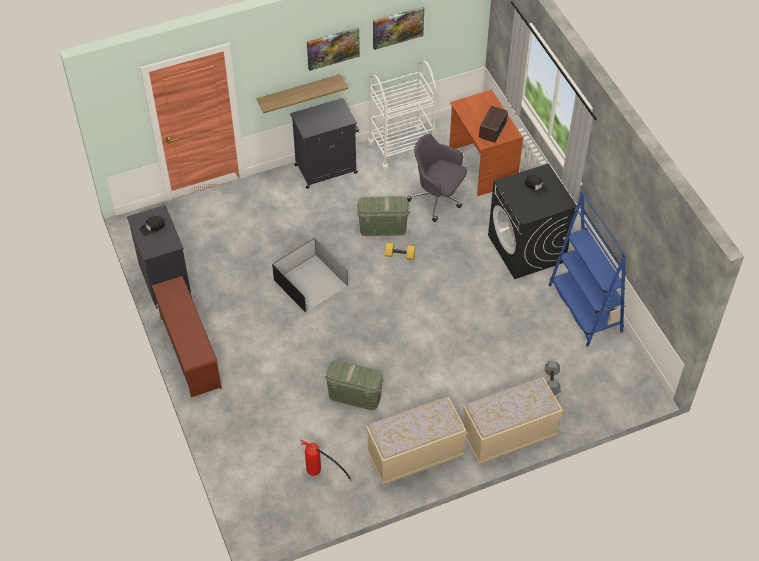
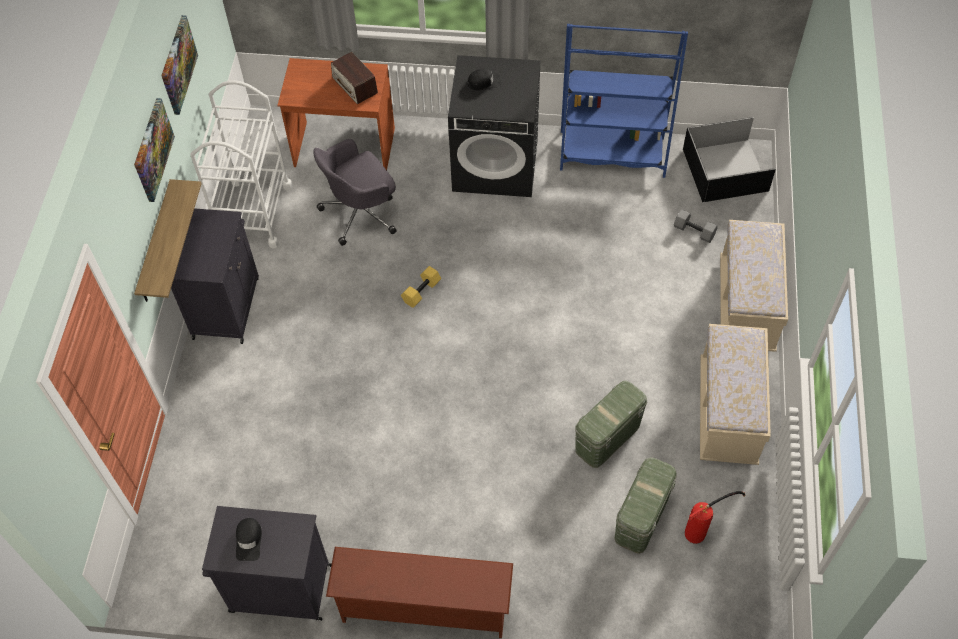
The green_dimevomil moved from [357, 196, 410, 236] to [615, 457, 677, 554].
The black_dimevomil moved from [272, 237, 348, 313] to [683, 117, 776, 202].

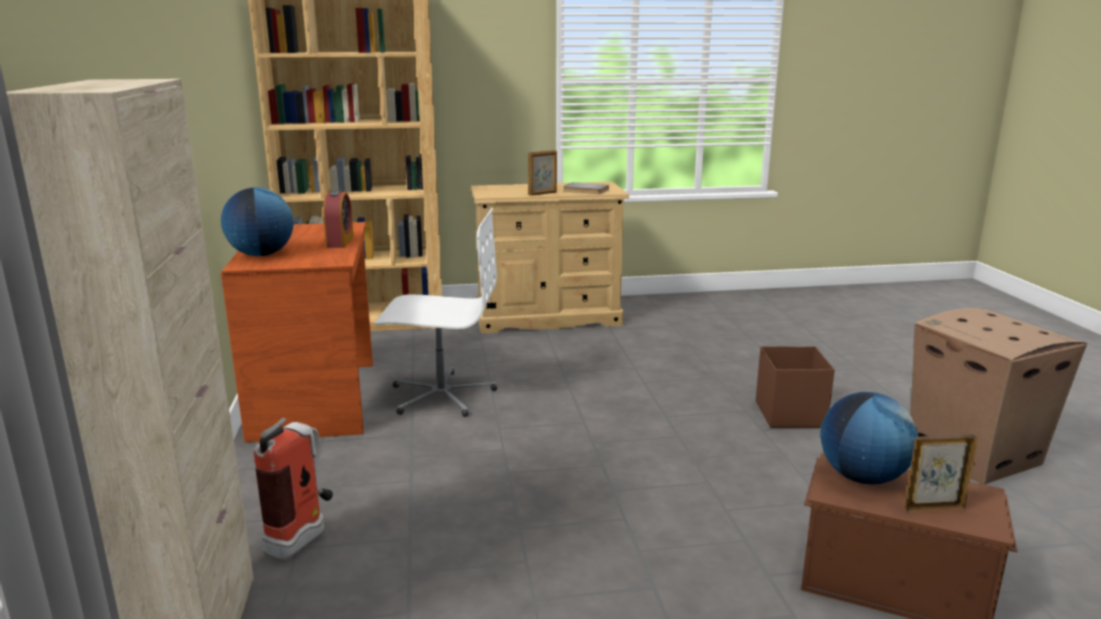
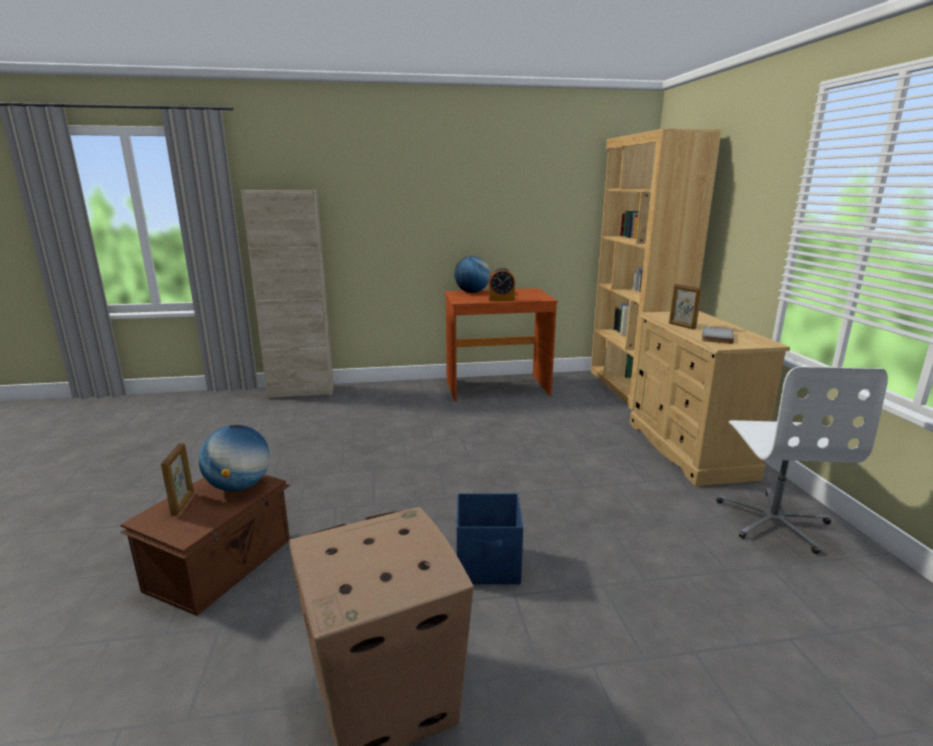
The brown_dimevomil at [756, 346, 835, 428] became the blue_dimevomil at [457, 493, 523, 584].
The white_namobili moved from [375, 208, 497, 417] to [716, 367, 888, 554].
The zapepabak at [253, 418, 333, 560] disappeared.

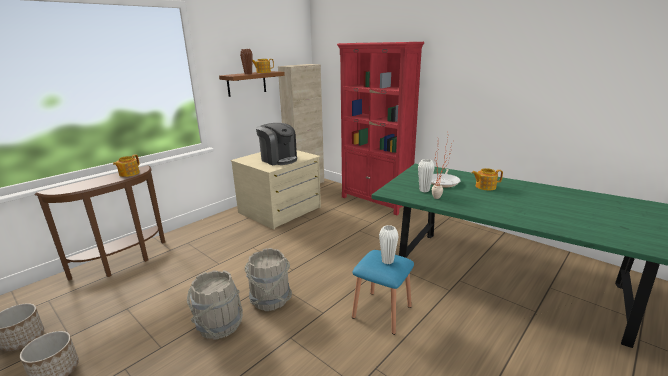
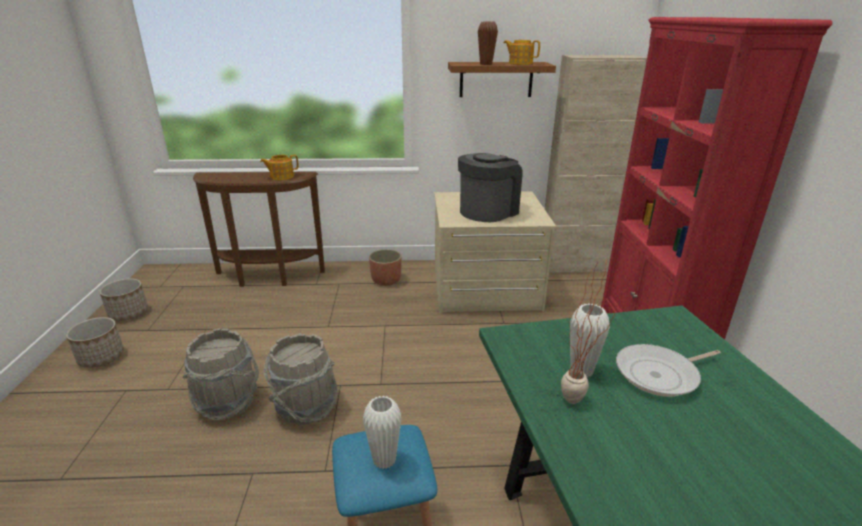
The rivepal at [369, 249, 402, 286] appeared.
The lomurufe at [256, 123, 297, 165] turned 135 degrees counterclockwise.
The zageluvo at [472, 168, 503, 191] disappeared.

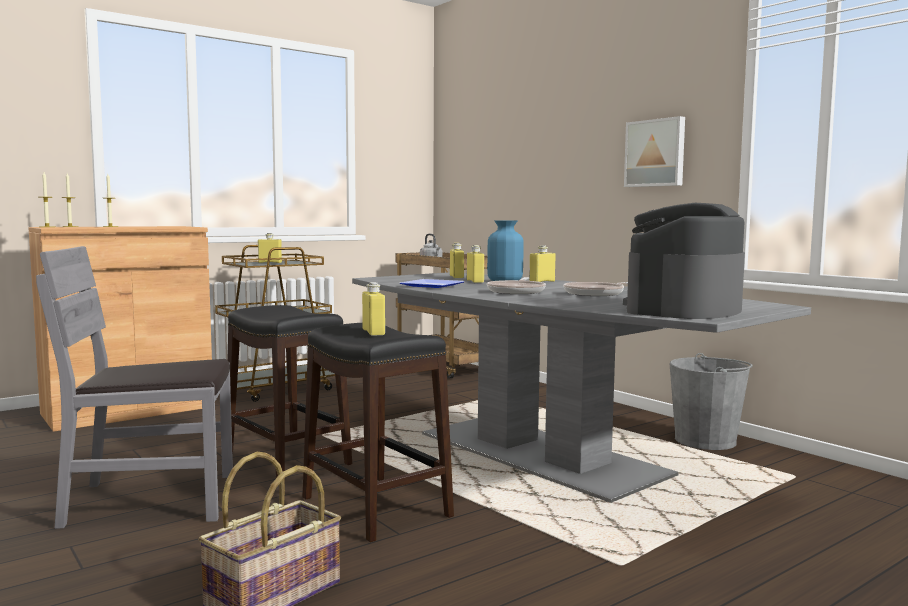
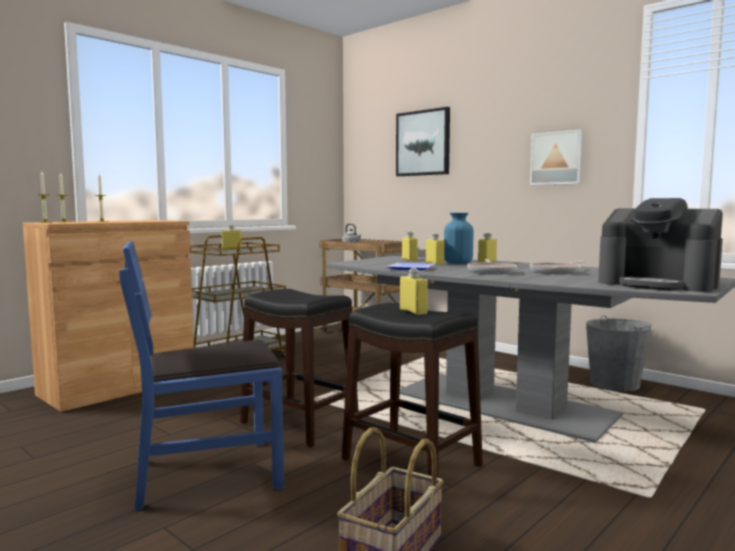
The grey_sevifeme at [36, 246, 233, 529] became the blue_sevifeme at [119, 241, 284, 510].
The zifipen at [396, 107, 450, 176] appeared.
The lomurufe at [623, 203, 745, 319] turned 75 degrees counterclockwise.

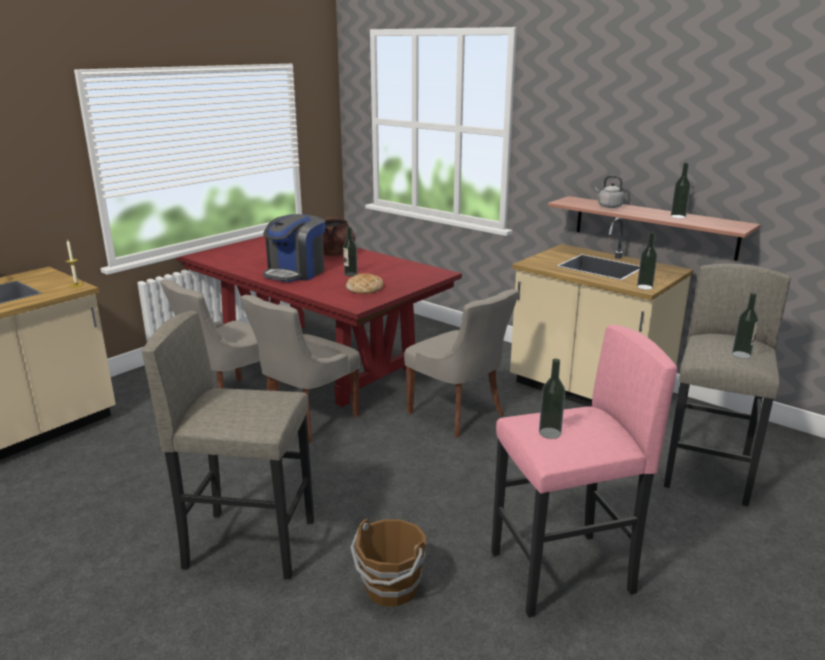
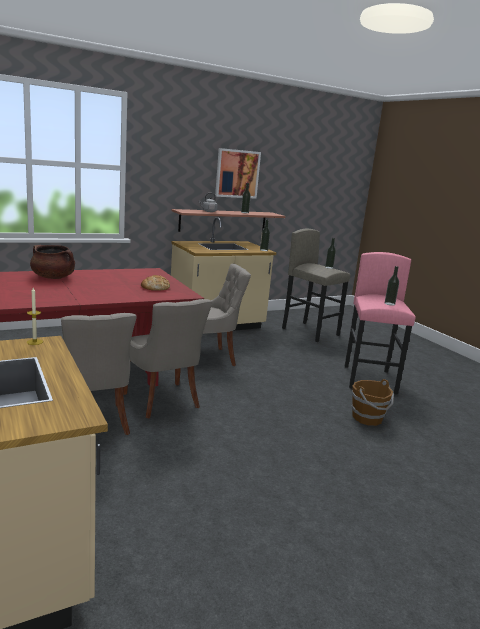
The zifipen at [215, 148, 261, 199] appeared.
The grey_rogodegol at [142, 311, 314, 579] disappeared.
The lomurufe at [263, 214, 325, 282] disappeared.
The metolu at [343, 227, 358, 276] disappeared.

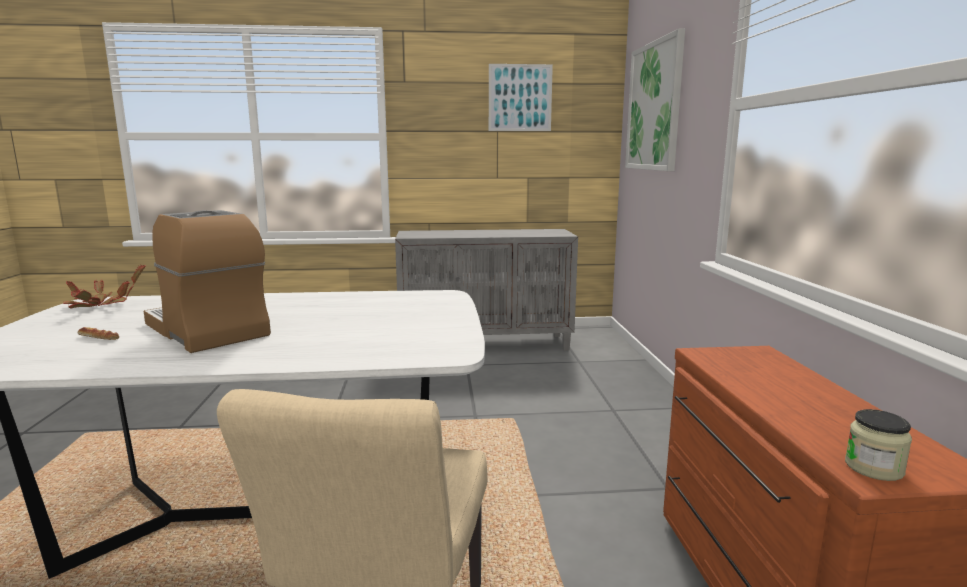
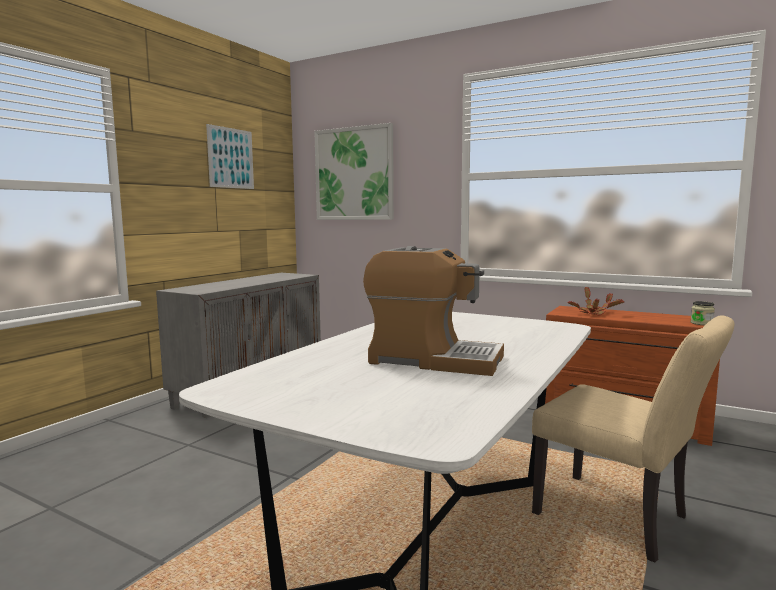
The lomurufe at [144, 210, 271, 353] turned 150 degrees counterclockwise.
The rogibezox moved from [63, 265, 146, 309] to [567, 286, 624, 316].
The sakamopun at [78, 327, 119, 340] disappeared.

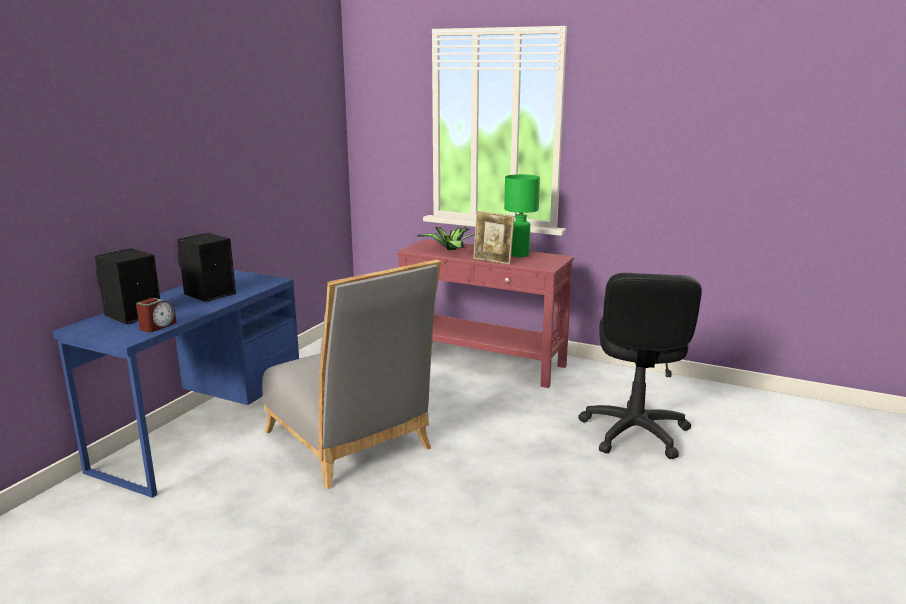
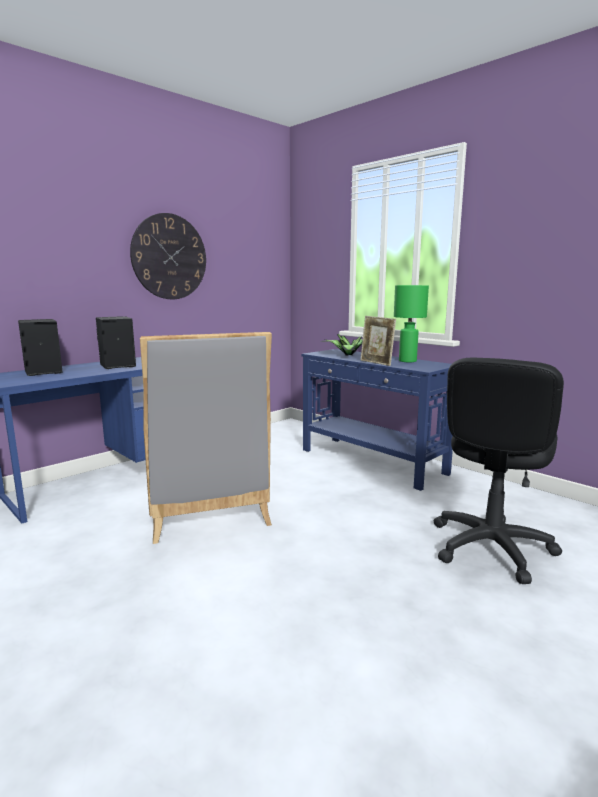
The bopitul at [130, 213, 206, 299] appeared.
The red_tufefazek at [397, 239, 574, 388] became the blue_tufefazek at [302, 349, 453, 491].
The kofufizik at [136, 298, 176, 332] disappeared.

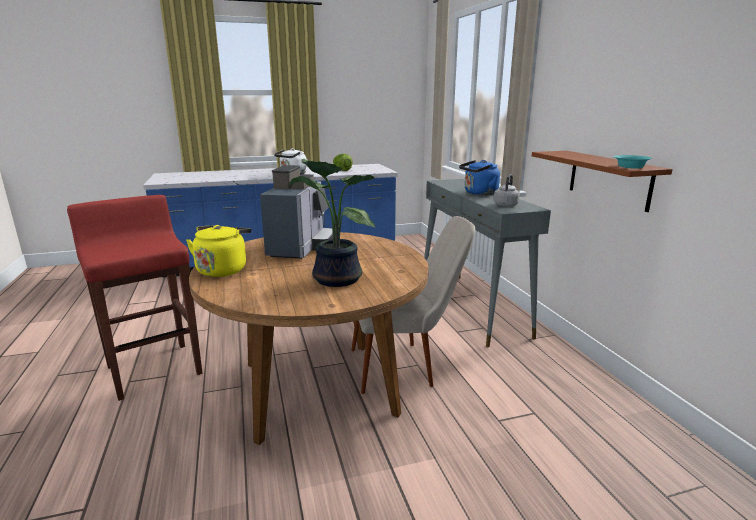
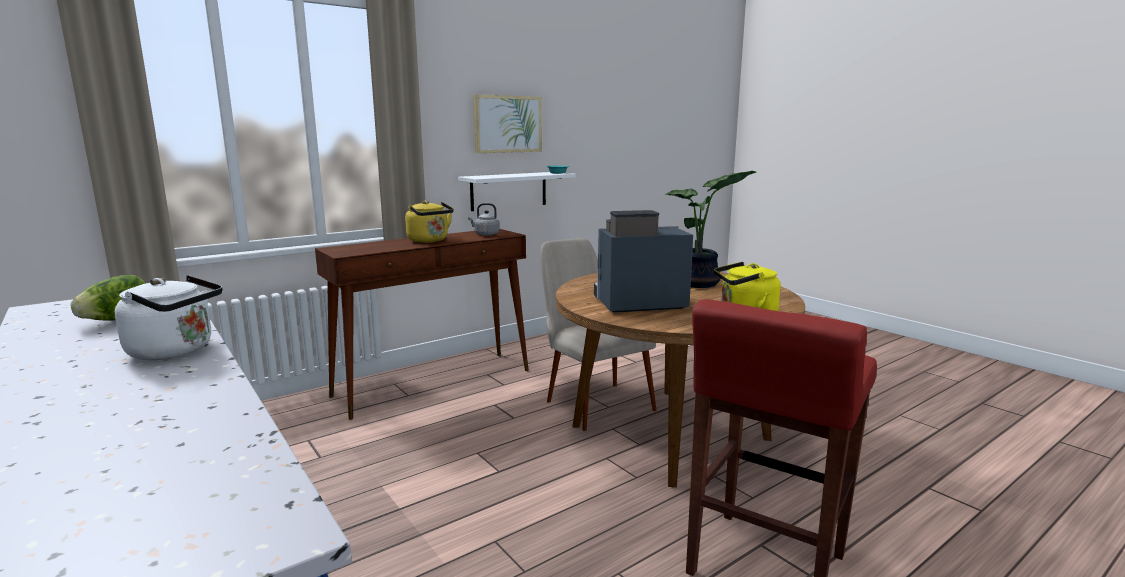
The grey_tufefazek at [424, 179, 551, 347] became the brown_tufefazek at [315, 229, 529, 420].
The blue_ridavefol at [459, 160, 500, 195] became the yellow_ridavefol at [405, 201, 454, 243].
The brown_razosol at [532, 151, 673, 212] became the white_razosol at [458, 172, 576, 211].
The zifipen at [473, 94, 542, 153] appeared.

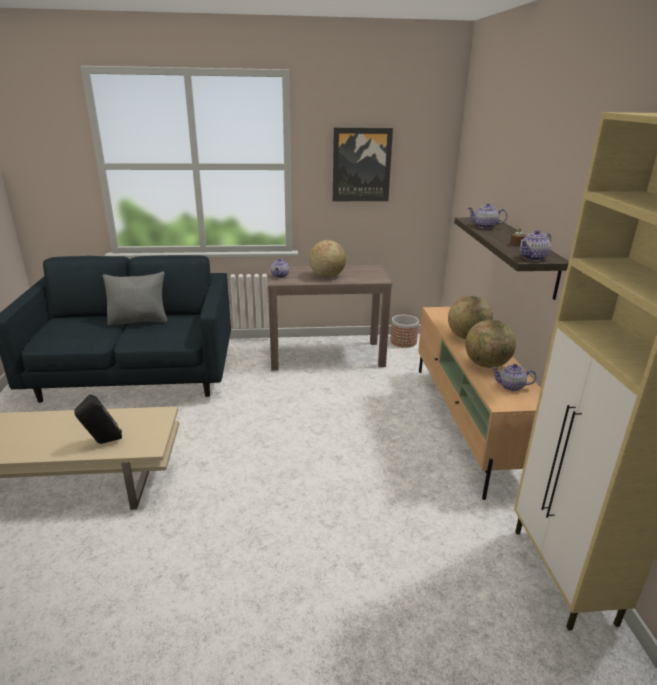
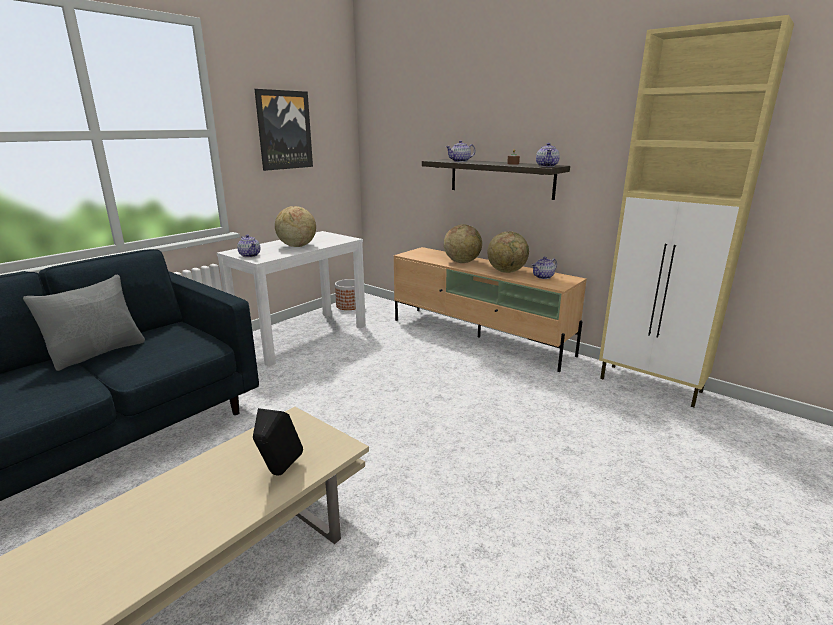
The brown_tufefazek at [268, 265, 392, 371] became the white_tufefazek at [217, 231, 366, 367].

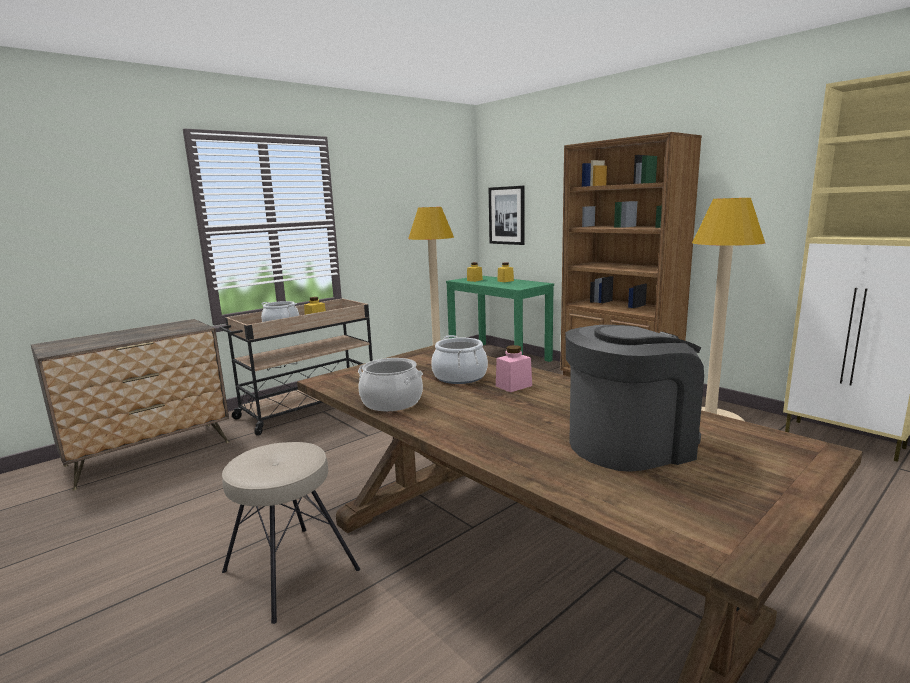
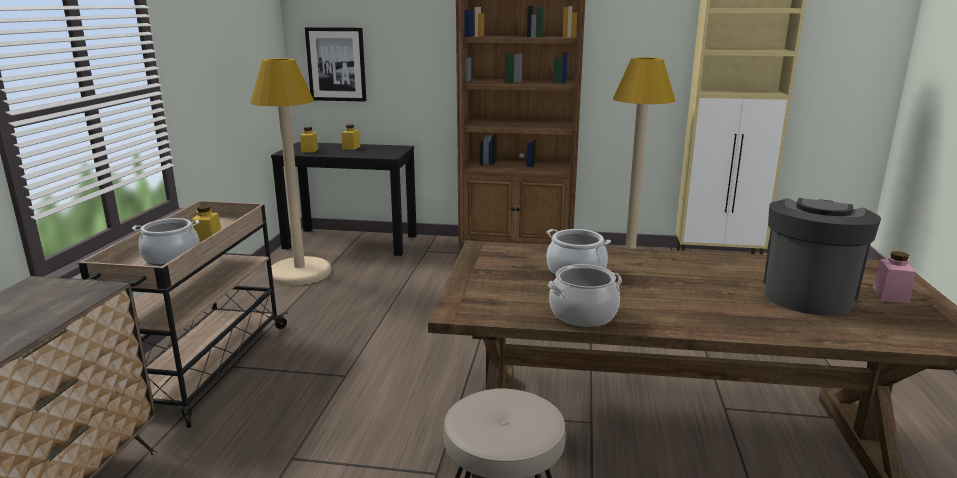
The green_tufefazek at [446, 276, 554, 362] became the black_tufefazek at [271, 142, 417, 256].
The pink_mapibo moved from [496, 345, 532, 392] to [873, 251, 915, 303].

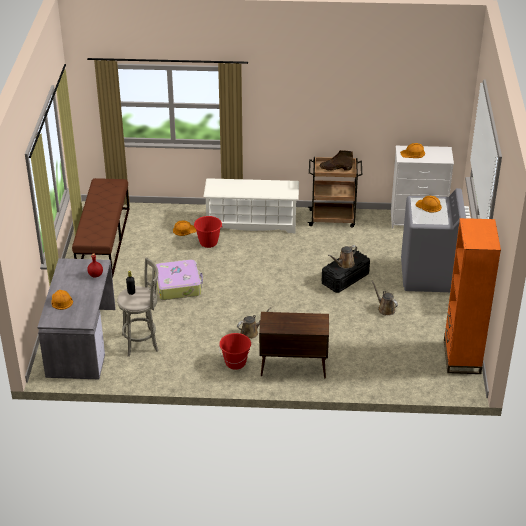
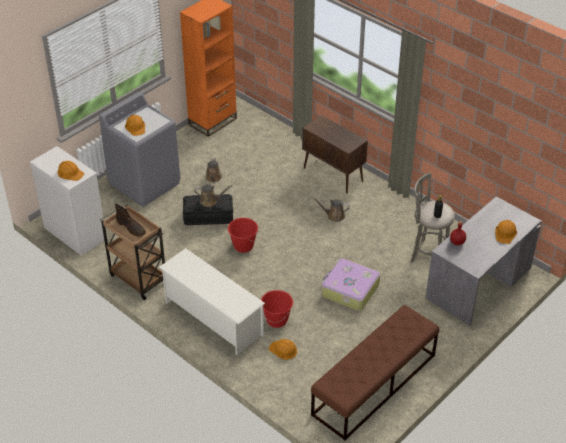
The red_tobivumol moved from [219, 333, 251, 370] to [228, 218, 258, 253].

